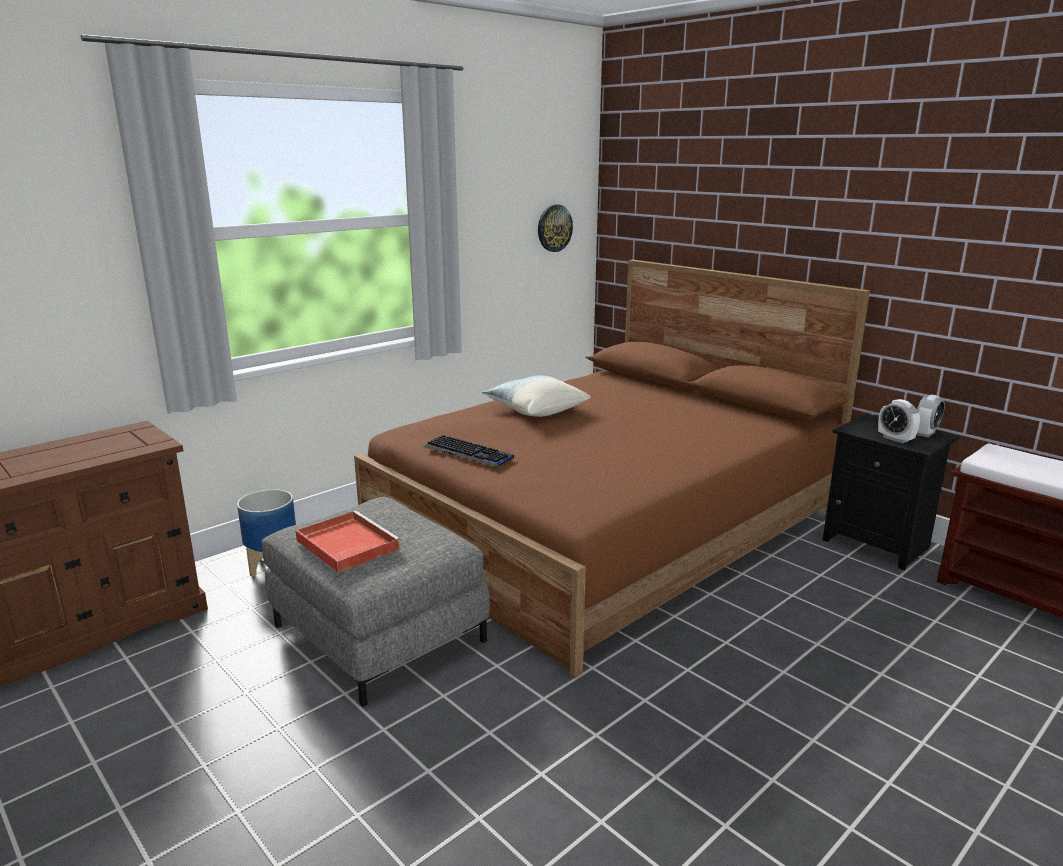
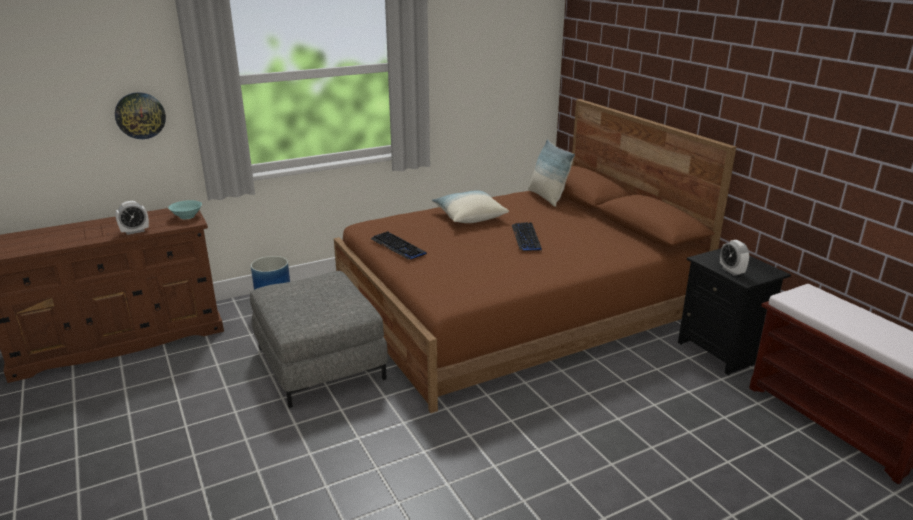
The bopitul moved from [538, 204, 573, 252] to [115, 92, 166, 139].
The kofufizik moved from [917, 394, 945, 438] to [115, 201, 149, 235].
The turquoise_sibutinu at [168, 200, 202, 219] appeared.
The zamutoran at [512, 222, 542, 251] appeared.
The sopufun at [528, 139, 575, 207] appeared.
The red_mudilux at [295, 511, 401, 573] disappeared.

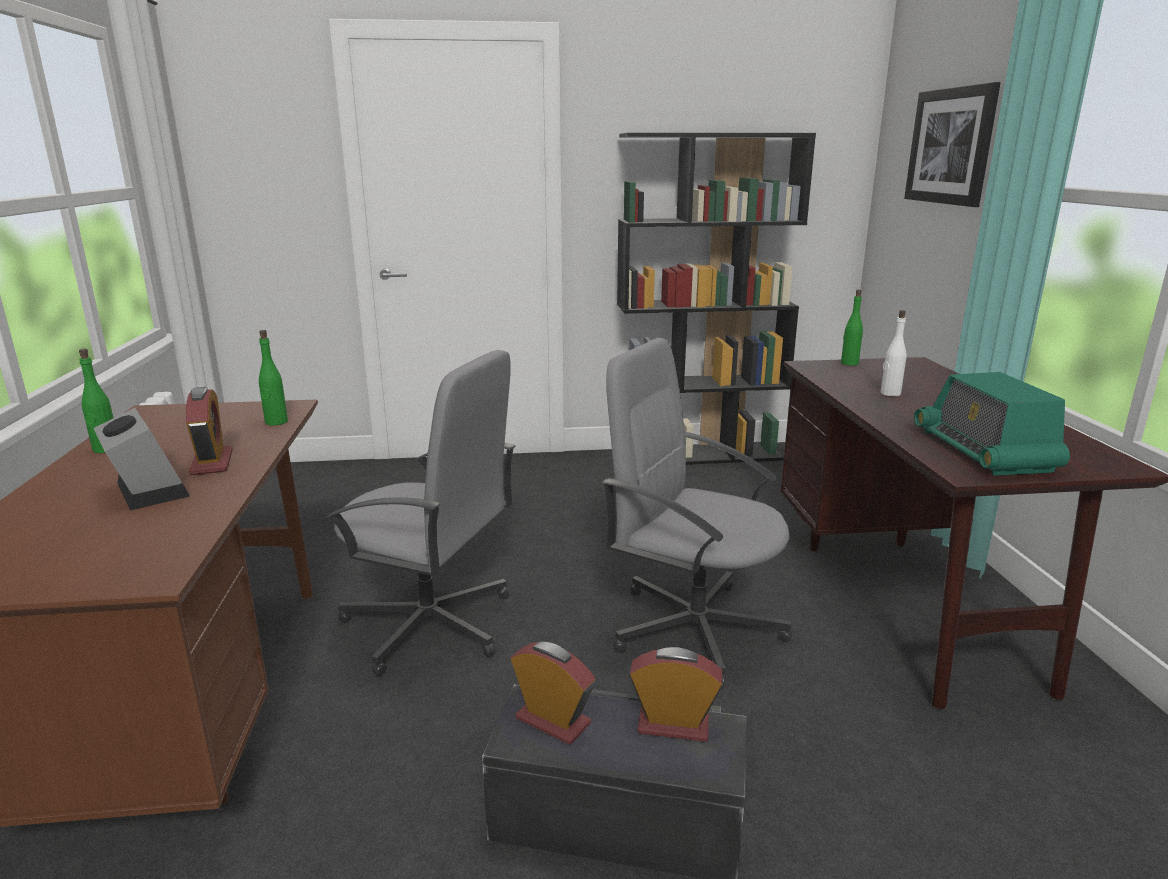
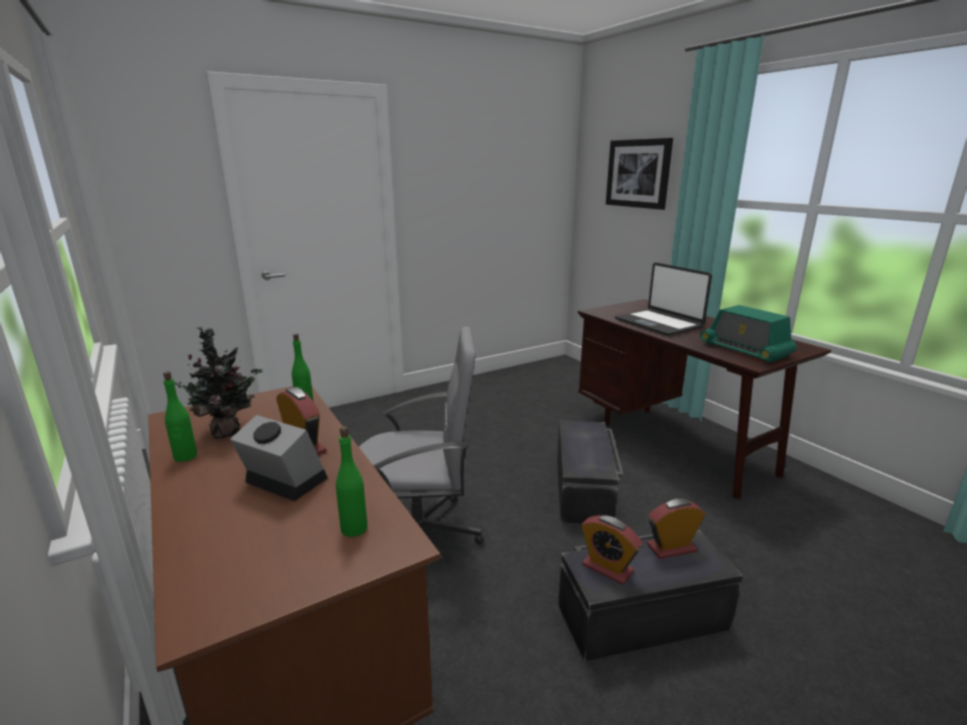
The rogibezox at [175, 327, 263, 439] appeared.
The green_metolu moved from [841, 290, 863, 366] to [336, 426, 368, 537].
The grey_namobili at [602, 338, 792, 687] was replaced by the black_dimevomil at [557, 420, 623, 524].
The kofufizik at [511, 642, 595, 744] turned 150 degrees counterclockwise.
The white_metolu at [881, 310, 907, 396] was replaced by the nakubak at [615, 263, 712, 336].
The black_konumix at [617, 133, 816, 465] disappeared.

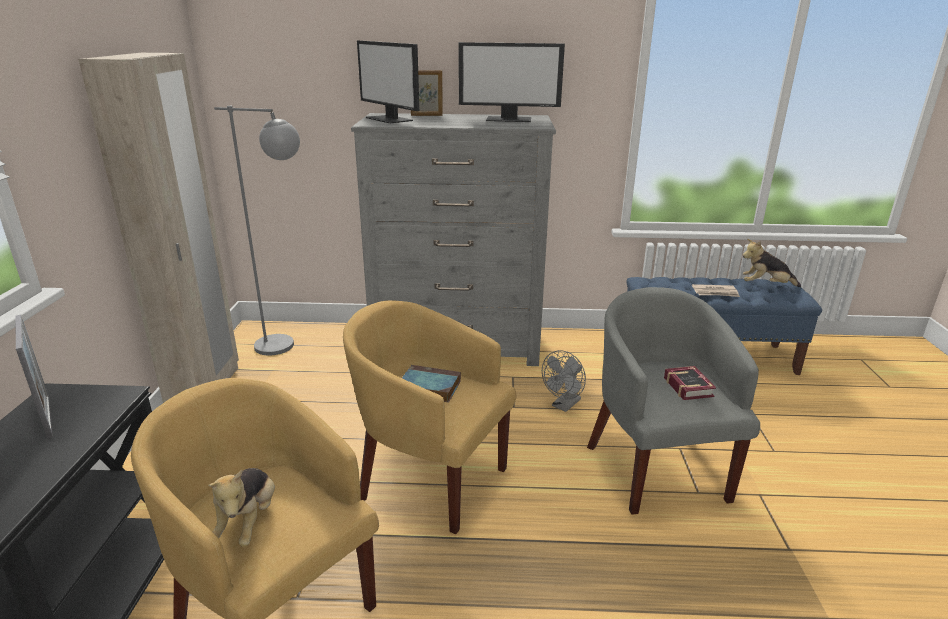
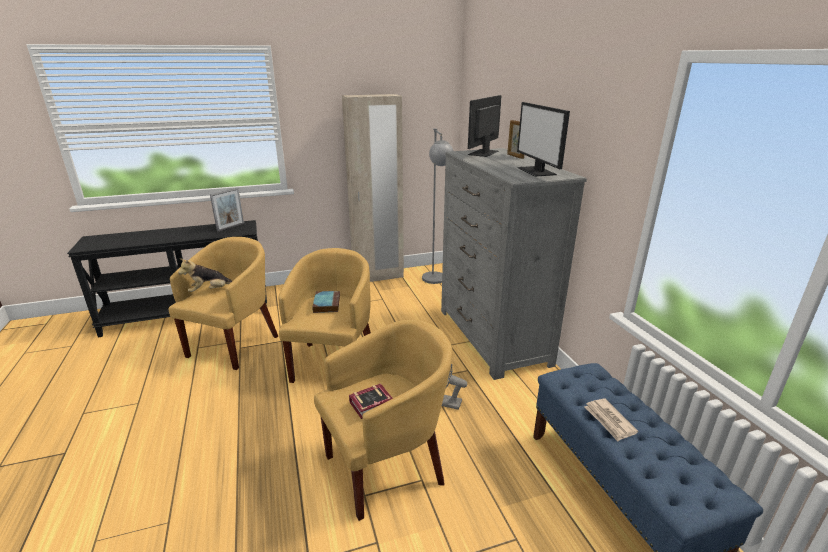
The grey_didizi at [587, 287, 760, 515] became the yellow_didizi at [314, 320, 452, 521].
The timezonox at [742, 239, 801, 287] disappeared.

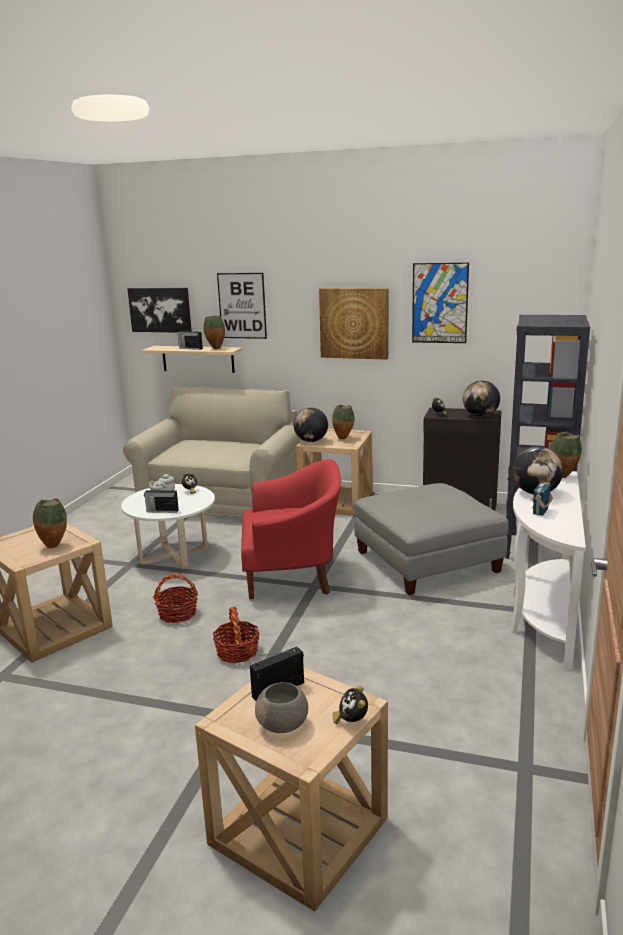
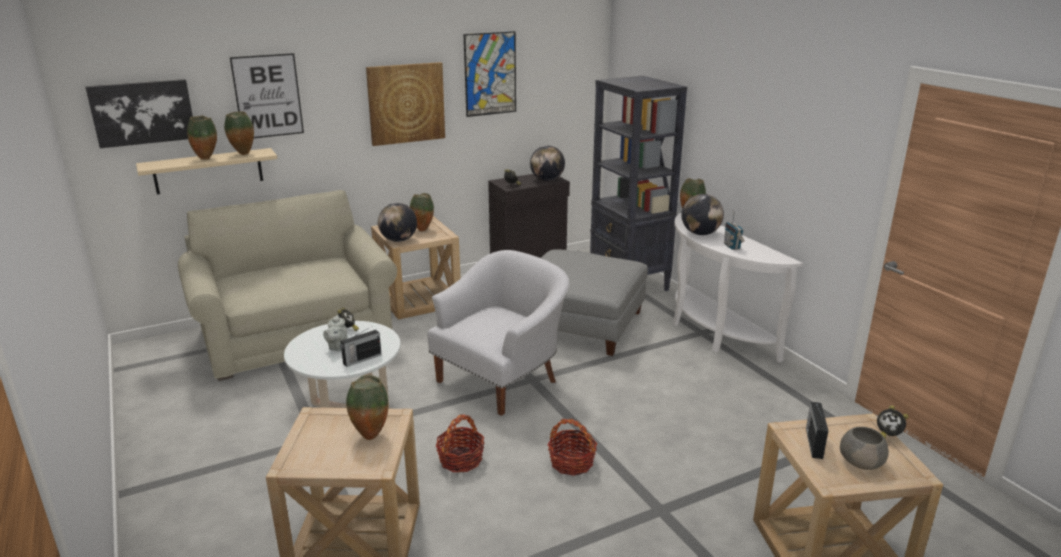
The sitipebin at [178, 327, 203, 350] was replaced by the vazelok at [187, 115, 217, 160].
The red_didizi at [241, 459, 341, 599] became the white_didizi at [427, 250, 569, 416].

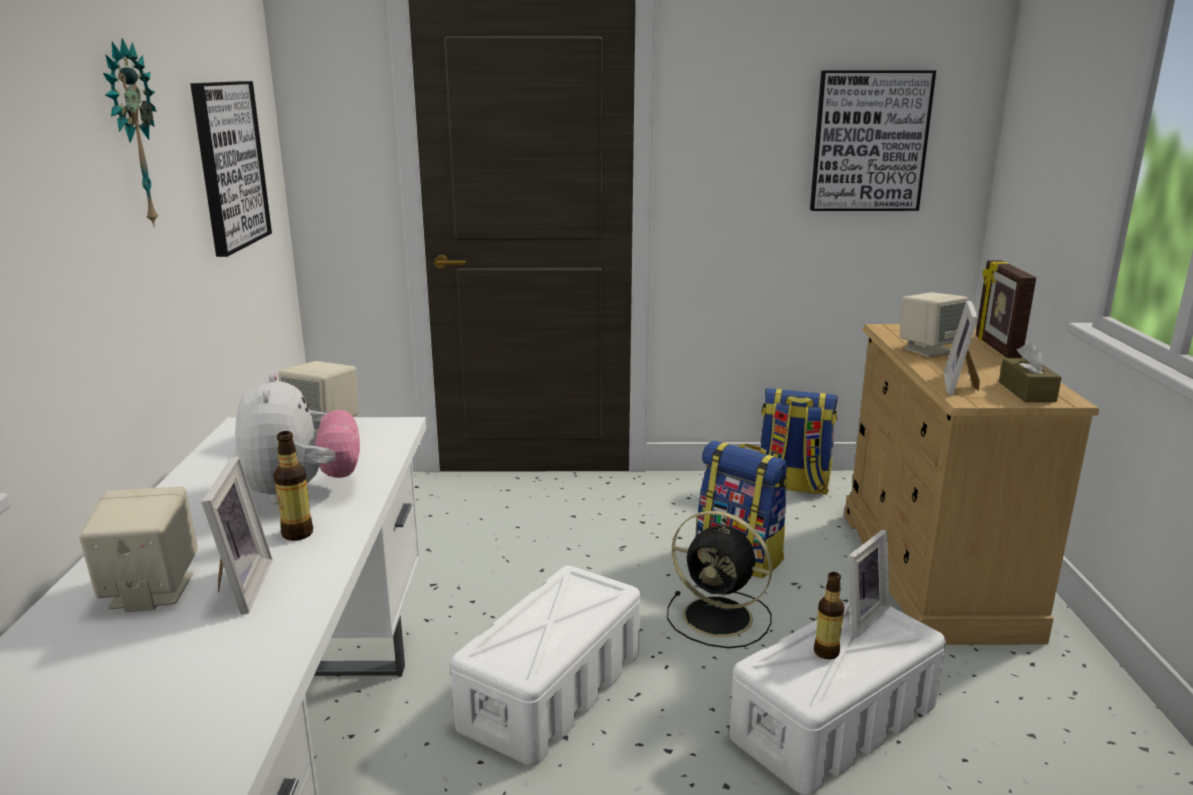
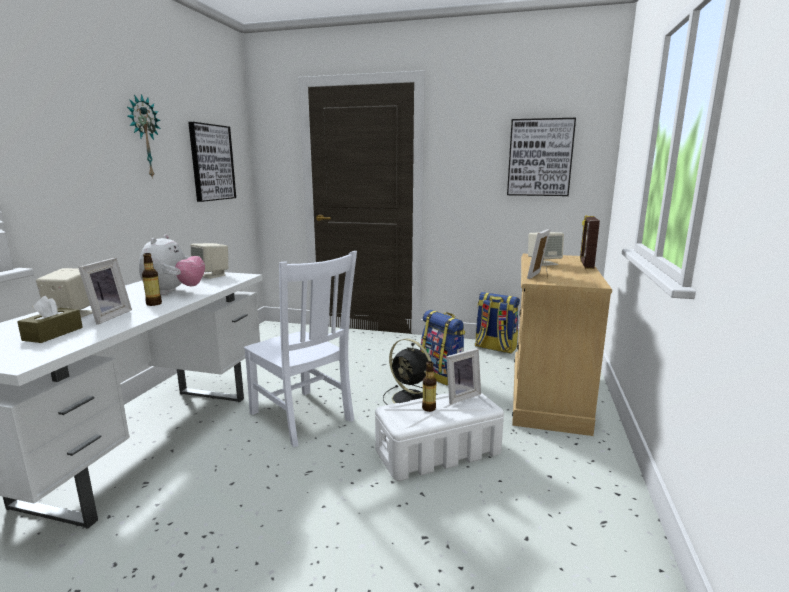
The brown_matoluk moved from [999, 343, 1062, 402] to [17, 296, 83, 343].
The white_dimevomil at [450, 566, 640, 766] was replaced by the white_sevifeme at [244, 251, 357, 447].

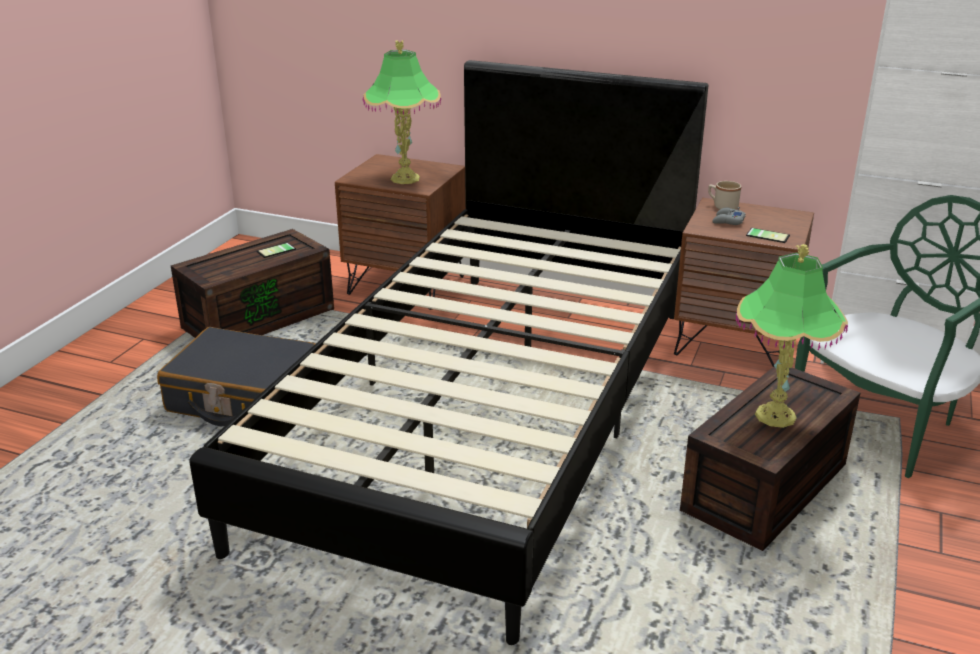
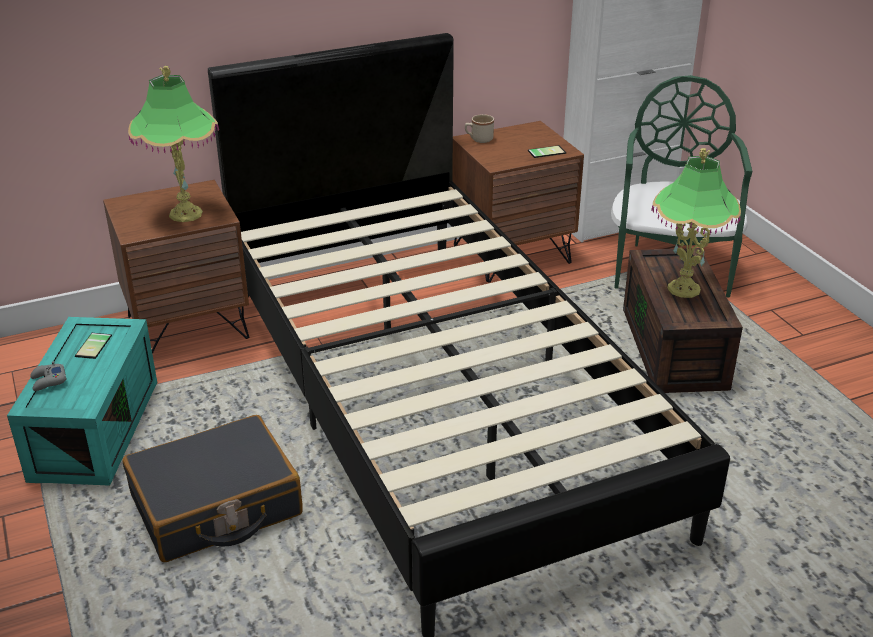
The brown_dimevomil at [171, 229, 334, 338] became the turquoise_dimevomil at [7, 317, 157, 486].
The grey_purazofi moved from [712, 207, 746, 225] to [30, 361, 67, 391].

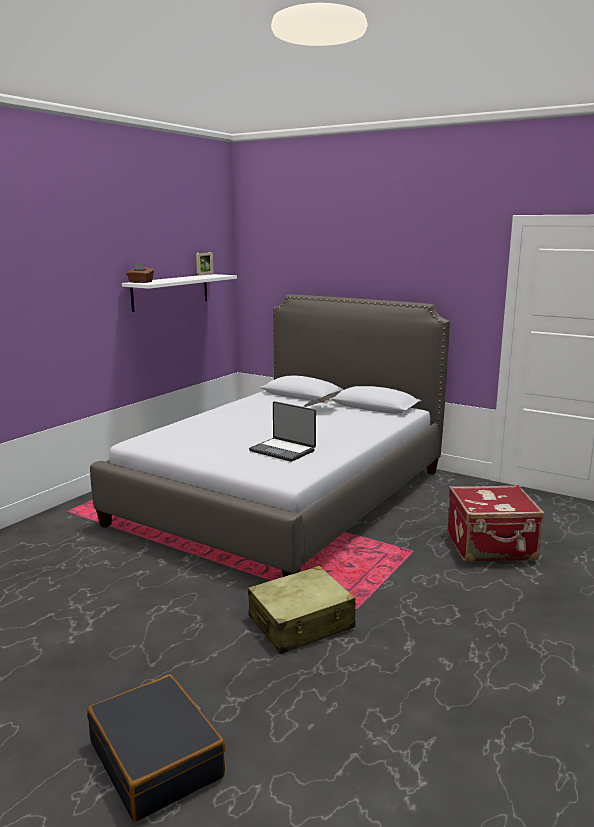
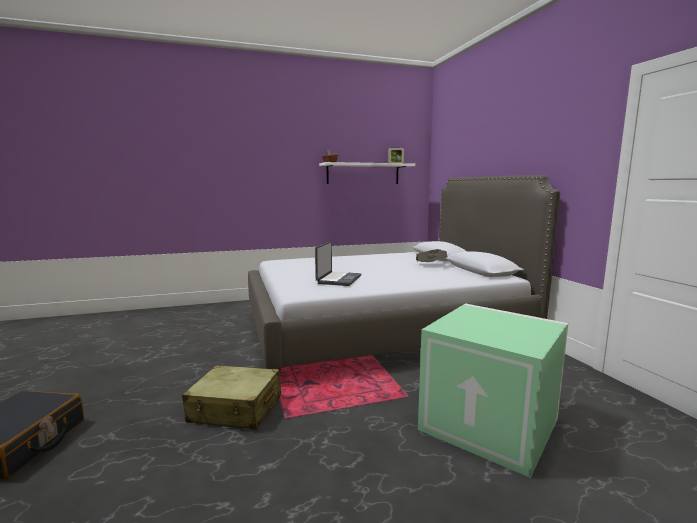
The nakubak at [249, 401, 316, 462] turned 150 degrees counterclockwise.
The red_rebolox at [447, 485, 544, 562] was replaced by the green_dimevomil at [418, 303, 568, 478].

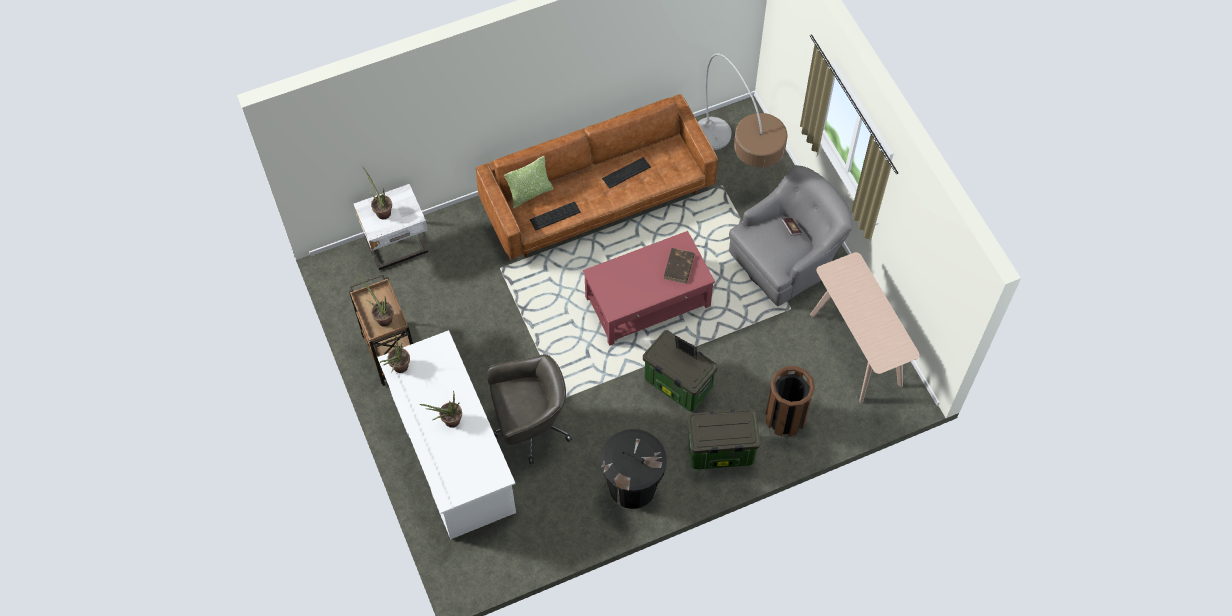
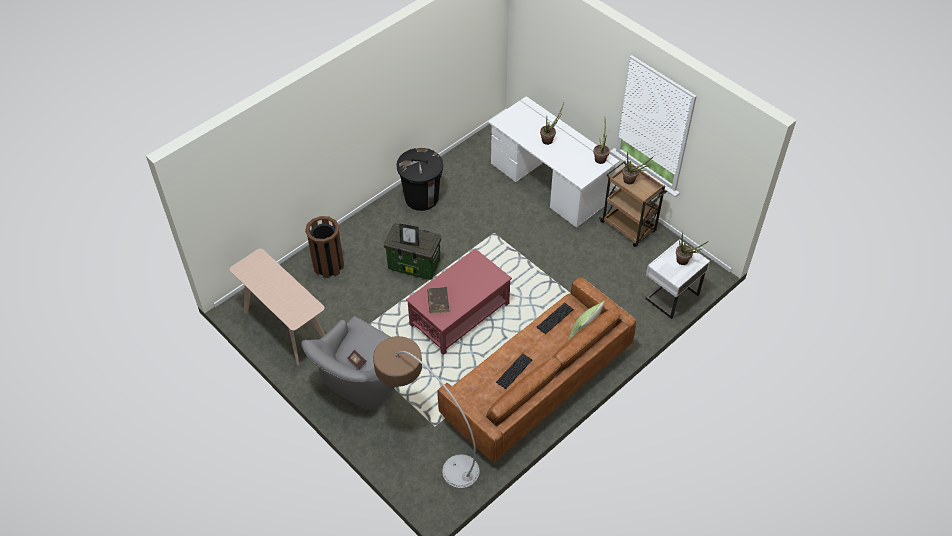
The grey_namobili at [487, 354, 572, 464] disappeared.
The dimevomil at [688, 409, 760, 469] disappeared.

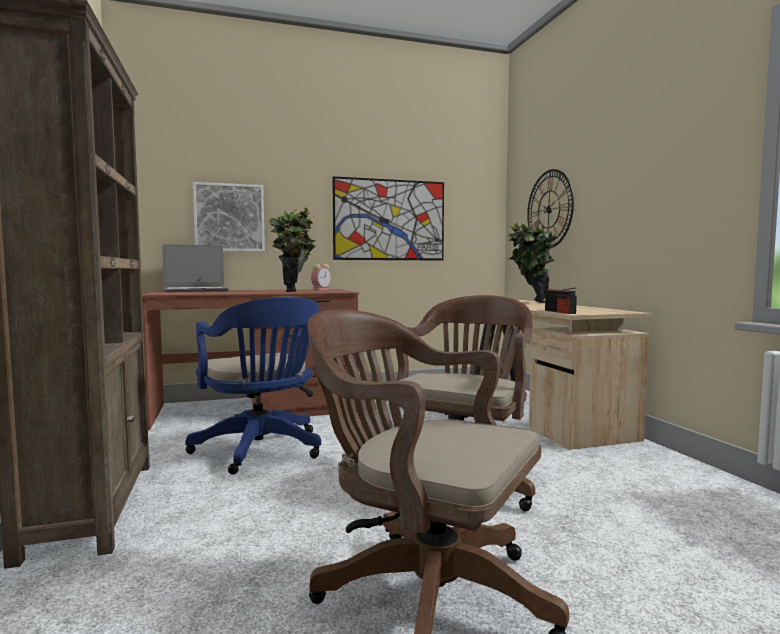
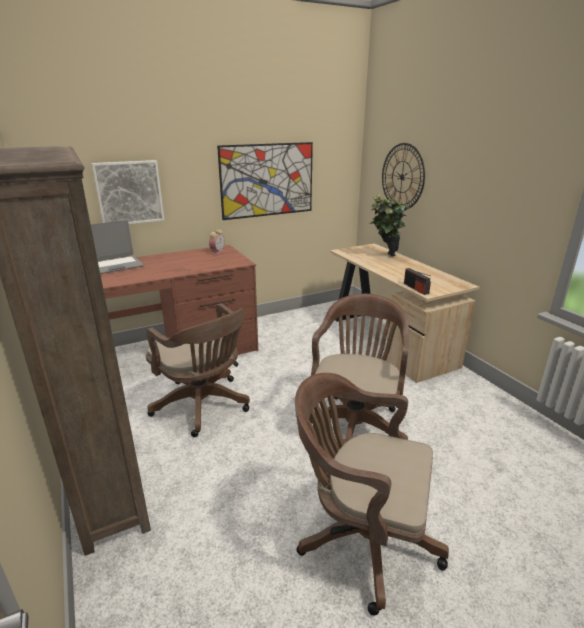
The blue_namobili at [186, 297, 321, 474] became the brown_namobili at [146, 303, 250, 437].
The rogibezox at [269, 208, 316, 292] disappeared.

